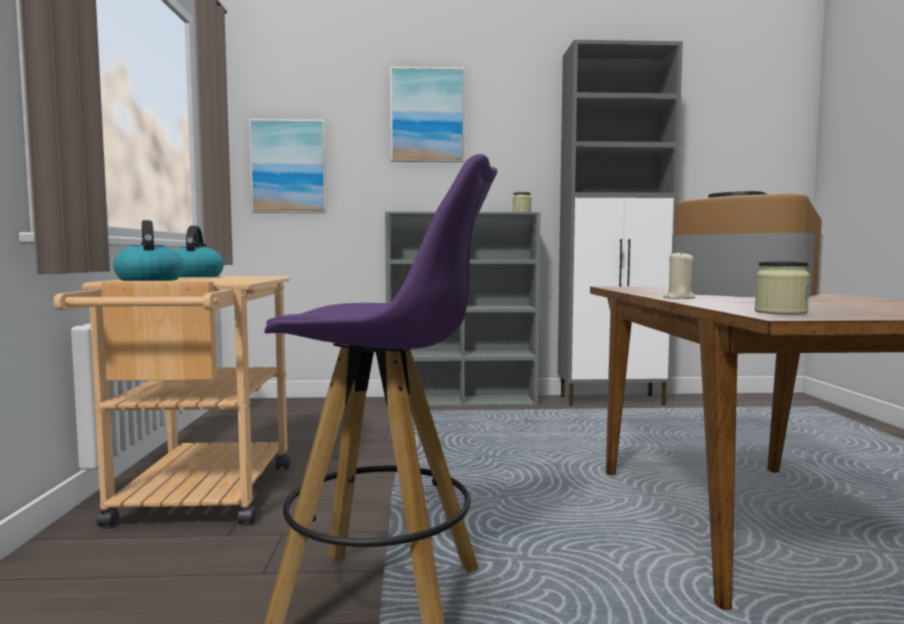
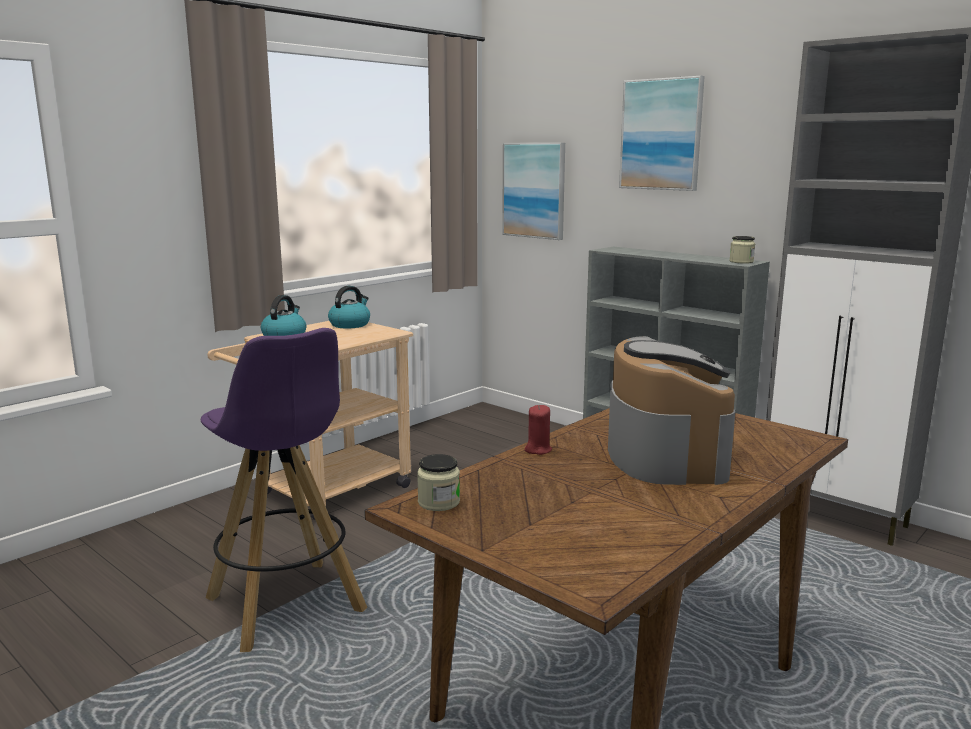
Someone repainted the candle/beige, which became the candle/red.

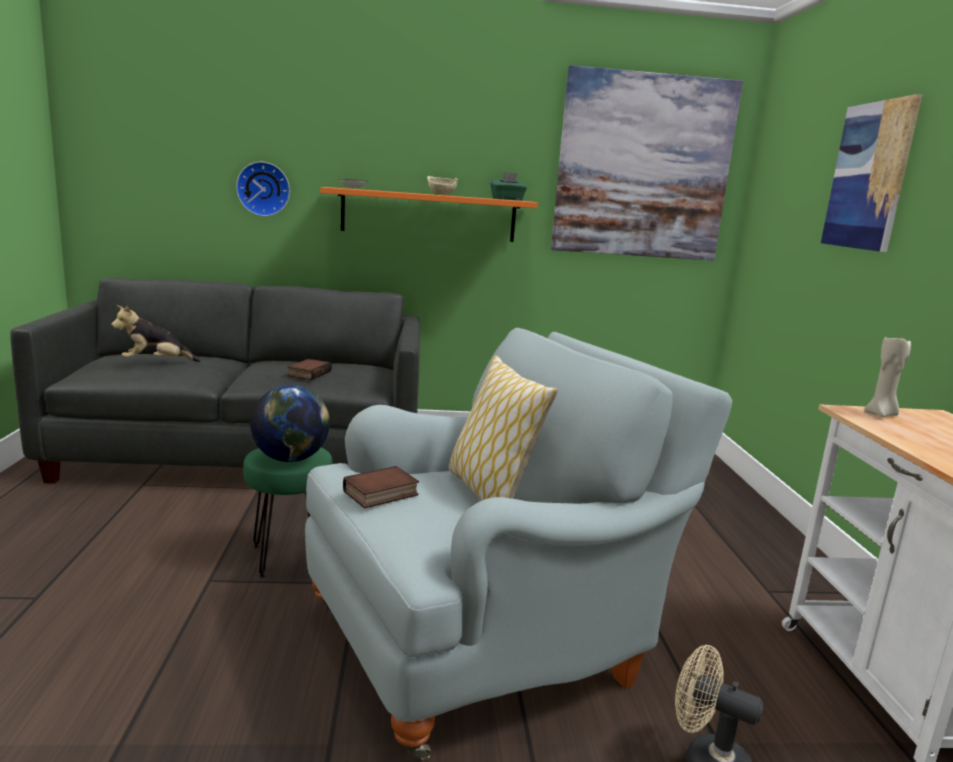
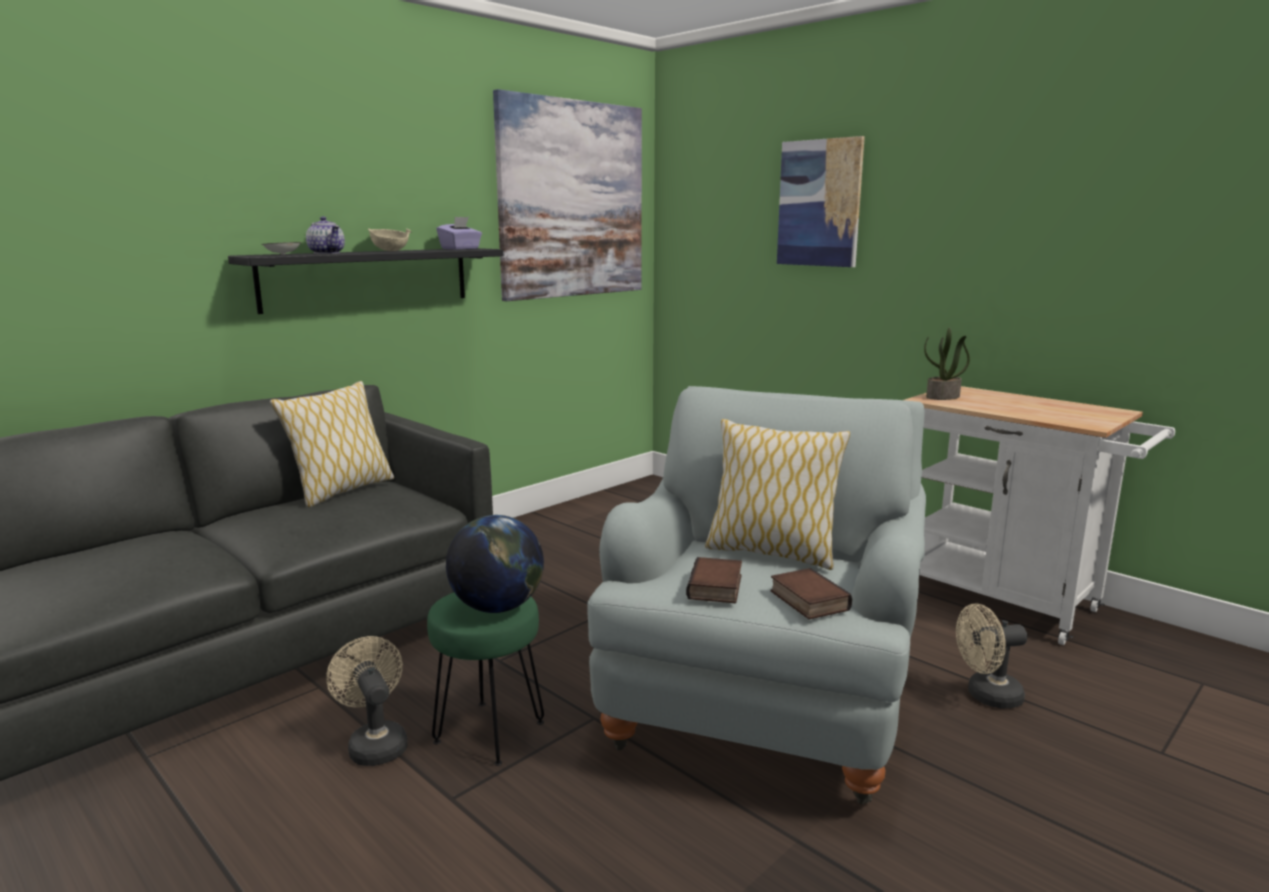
Someone took away the wall clock.
Someone repainted the tissue box/green, which became the tissue box/purple.
Someone repainted the shelf/orange, which became the shelf/black.
Someone took away the plush toy.
Someone swapped the candle/beige for the potted plant.
Someone carried the book (1st from left in the first image).
Someone put down the teapot.
Someone put down the pillow (1st from left).
Someone put down the fan/beige (1st from left).

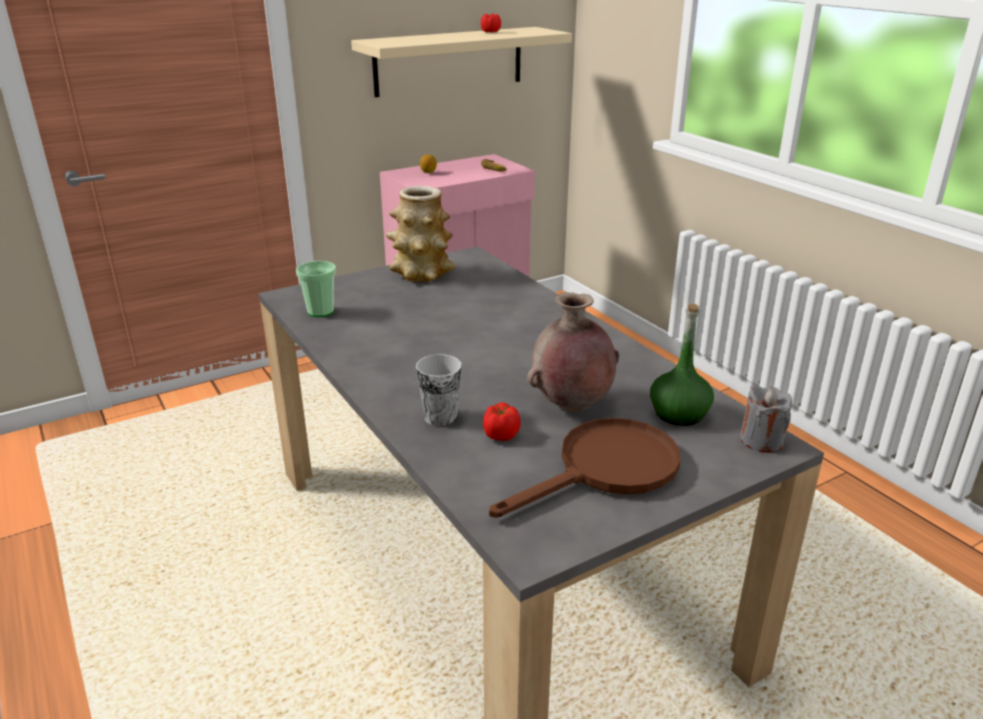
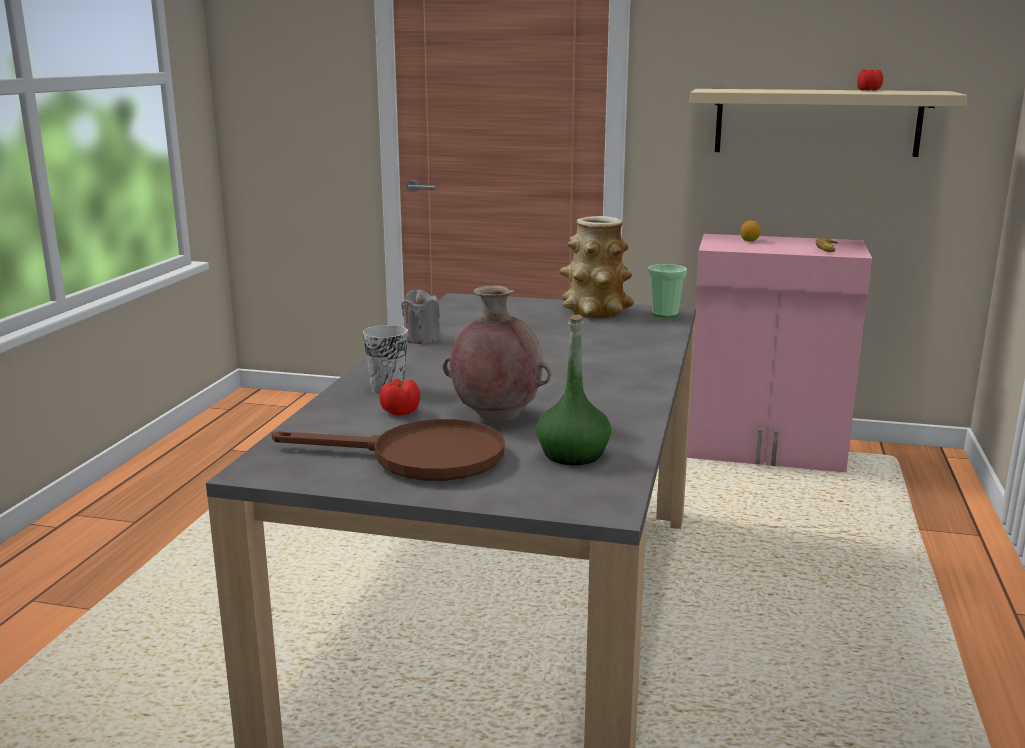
Someone carried the cup (1st from left in the first image).
Someone carried the candle/grey.

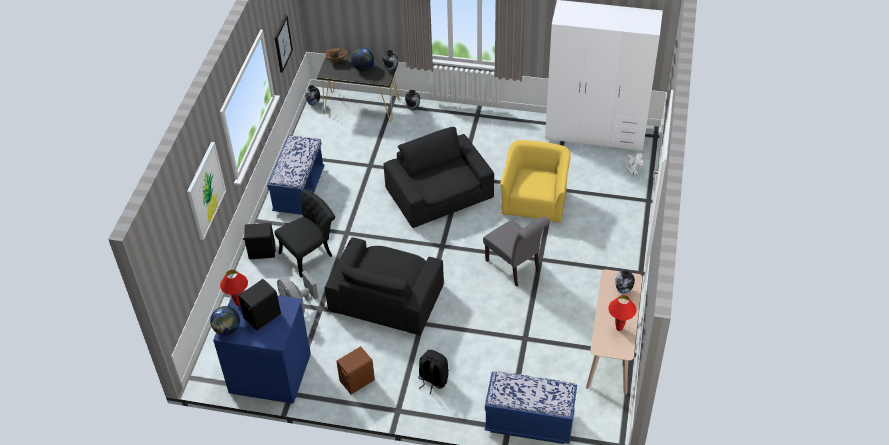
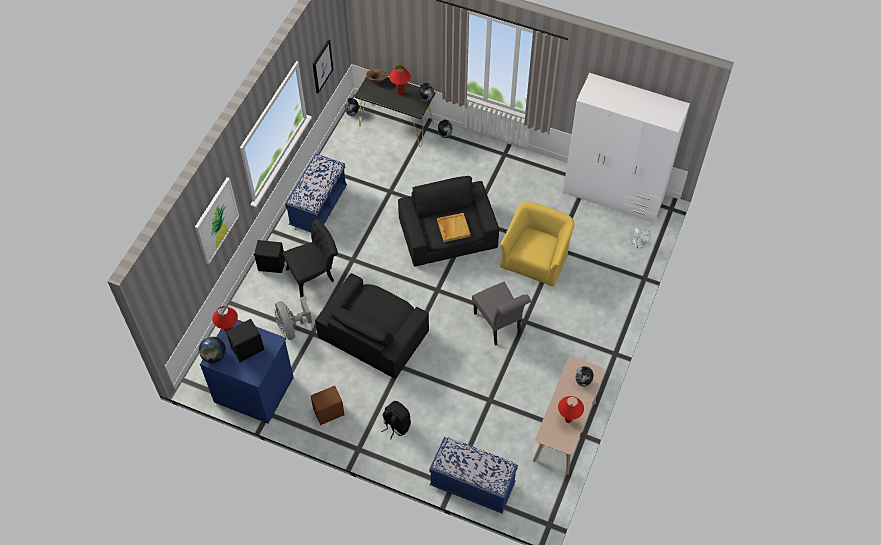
Someone swapped the globe (2nd from left) for the table lamp/red (2nd from left).
Someone put down the tray/beige.

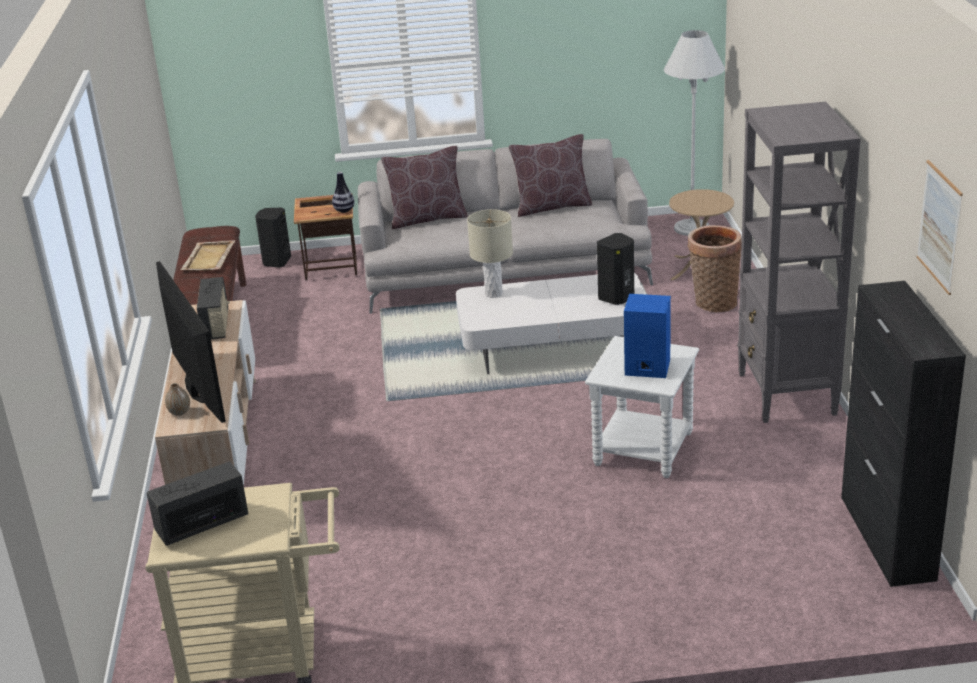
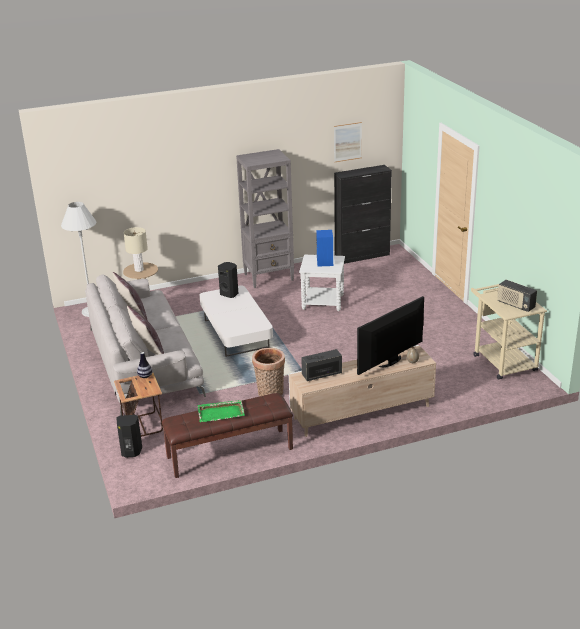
Someone carried the table lamp/beige.
Someone carried the basket.
Someone repainted the tray/beige, which became the tray/green.

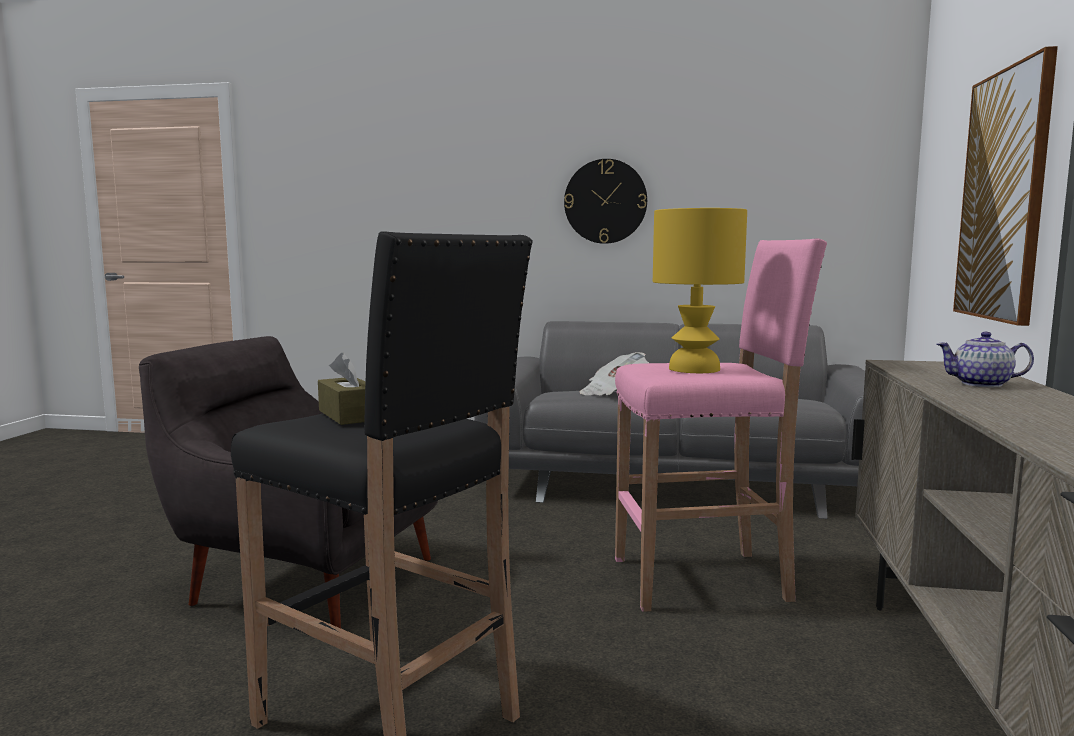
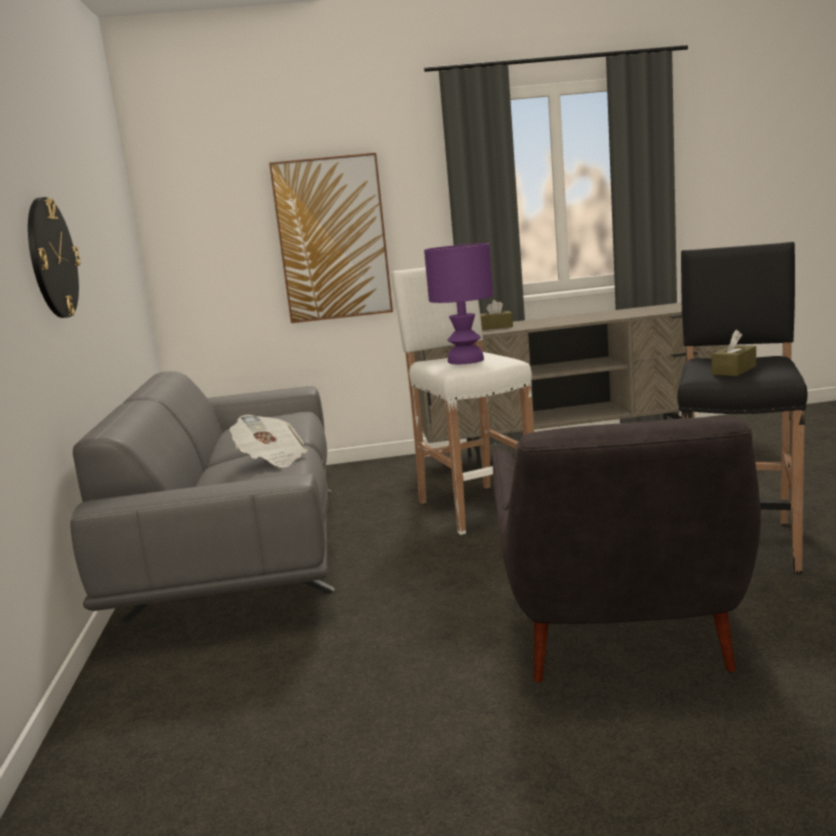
Someone repainted the table lamp/yellow, which became the table lamp/purple.
Someone repainted the stool/pink, which became the stool/white.
Someone swapped the teapot for the tissue box/brown (1st from left).

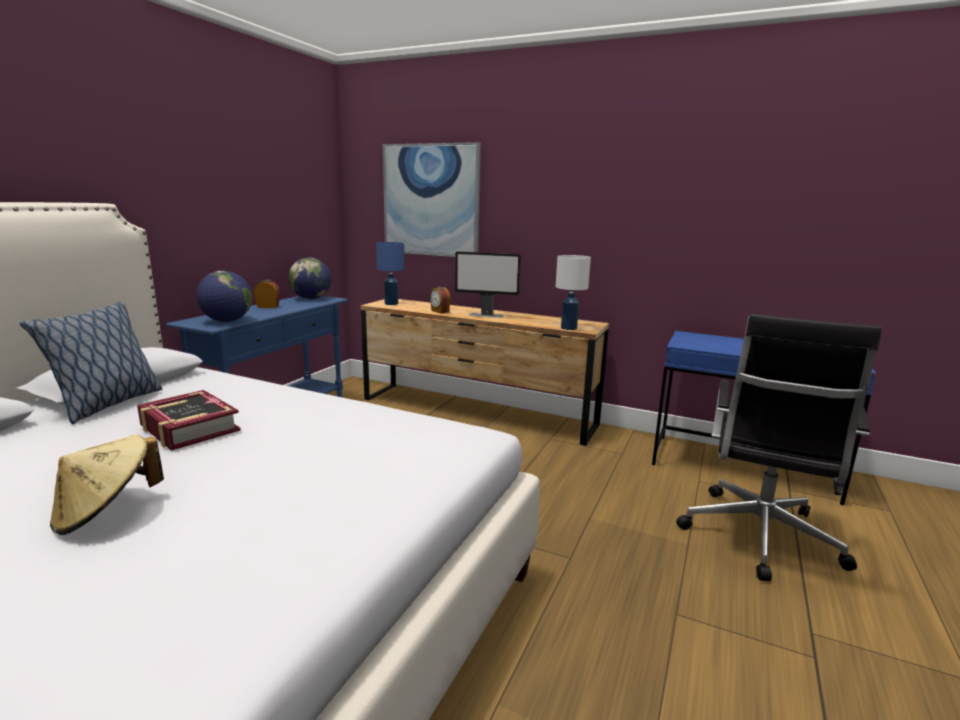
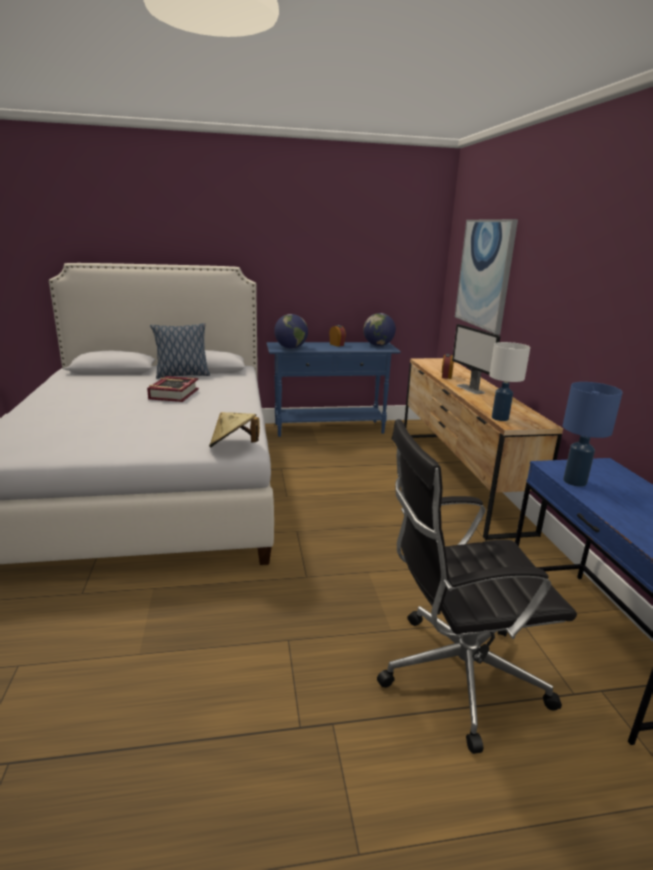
Someone carried the table lamp/blue.
Someone carried the hat/beige.

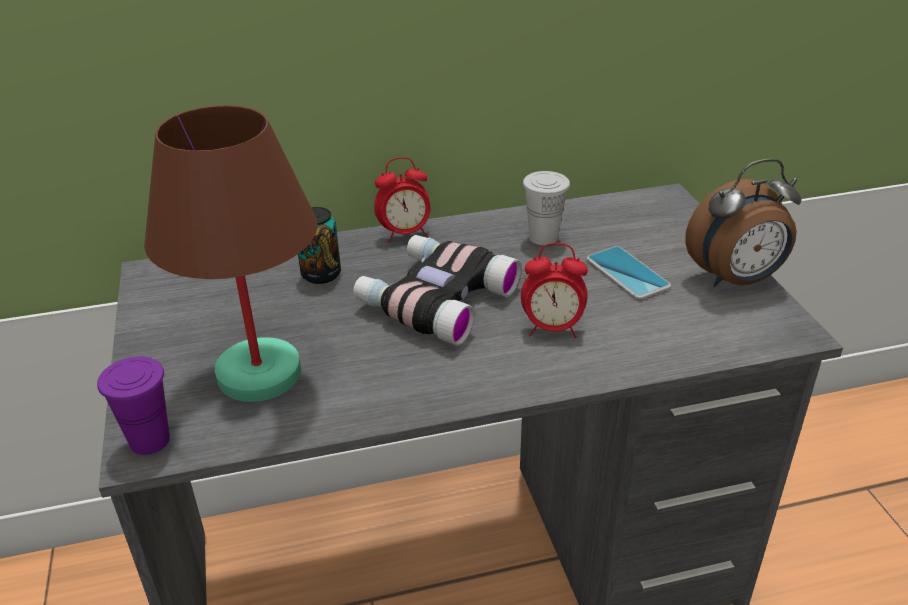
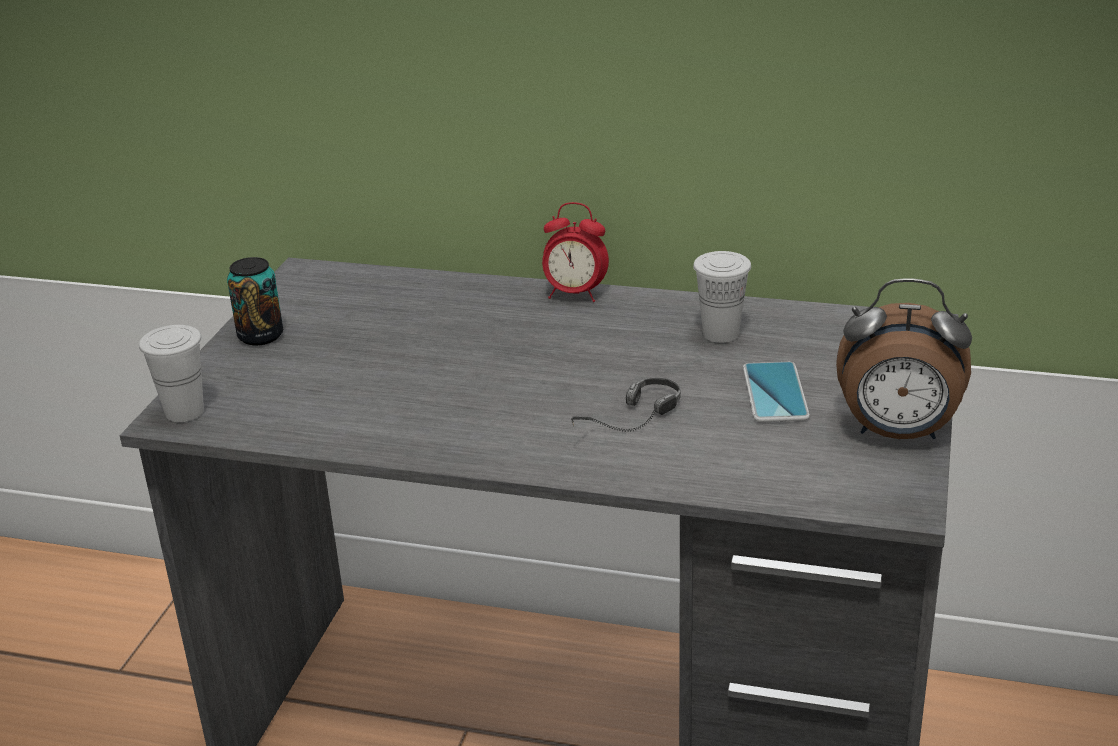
Someone took away the table lamp/brown.
Someone carried the can.
Someone took away the binoculars.
Someone swapped the alarm clock (2nd from left) for the headphones.
Someone repainted the cup/purple, which became the cup/white (1st from left).

